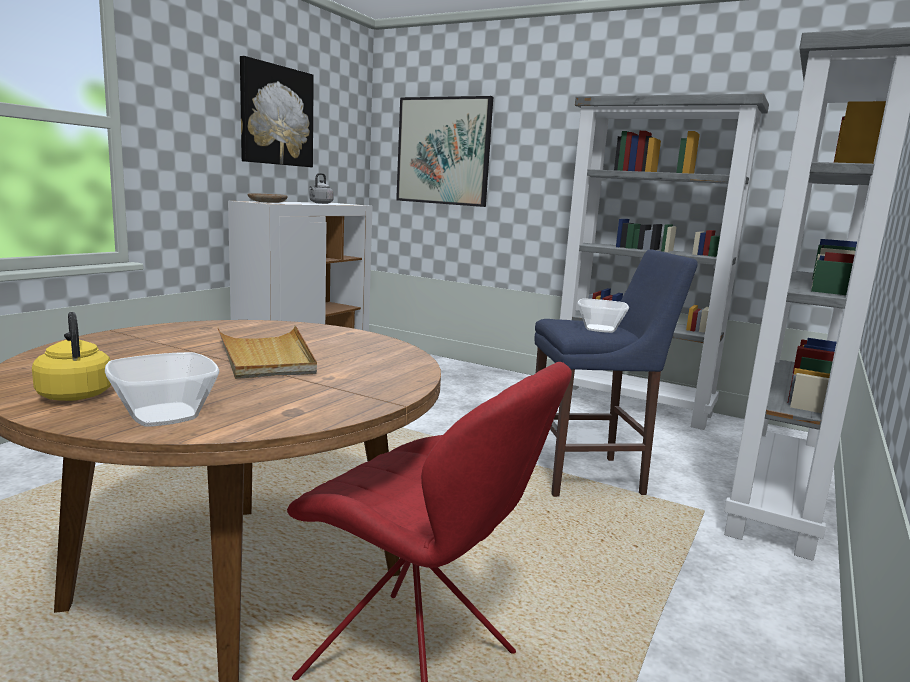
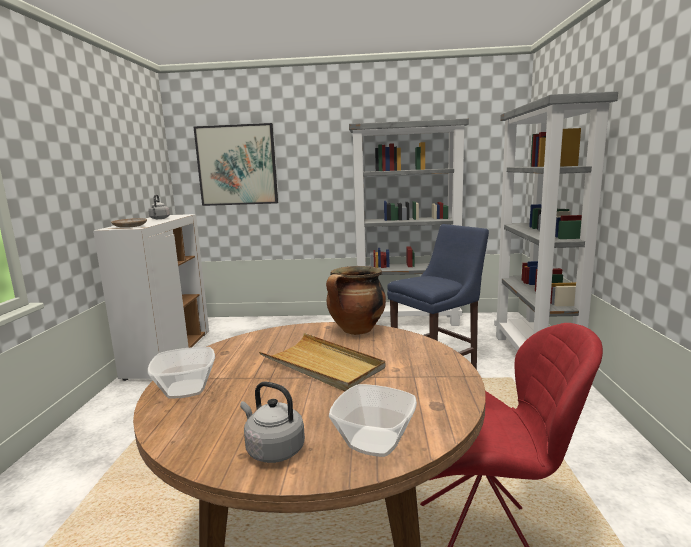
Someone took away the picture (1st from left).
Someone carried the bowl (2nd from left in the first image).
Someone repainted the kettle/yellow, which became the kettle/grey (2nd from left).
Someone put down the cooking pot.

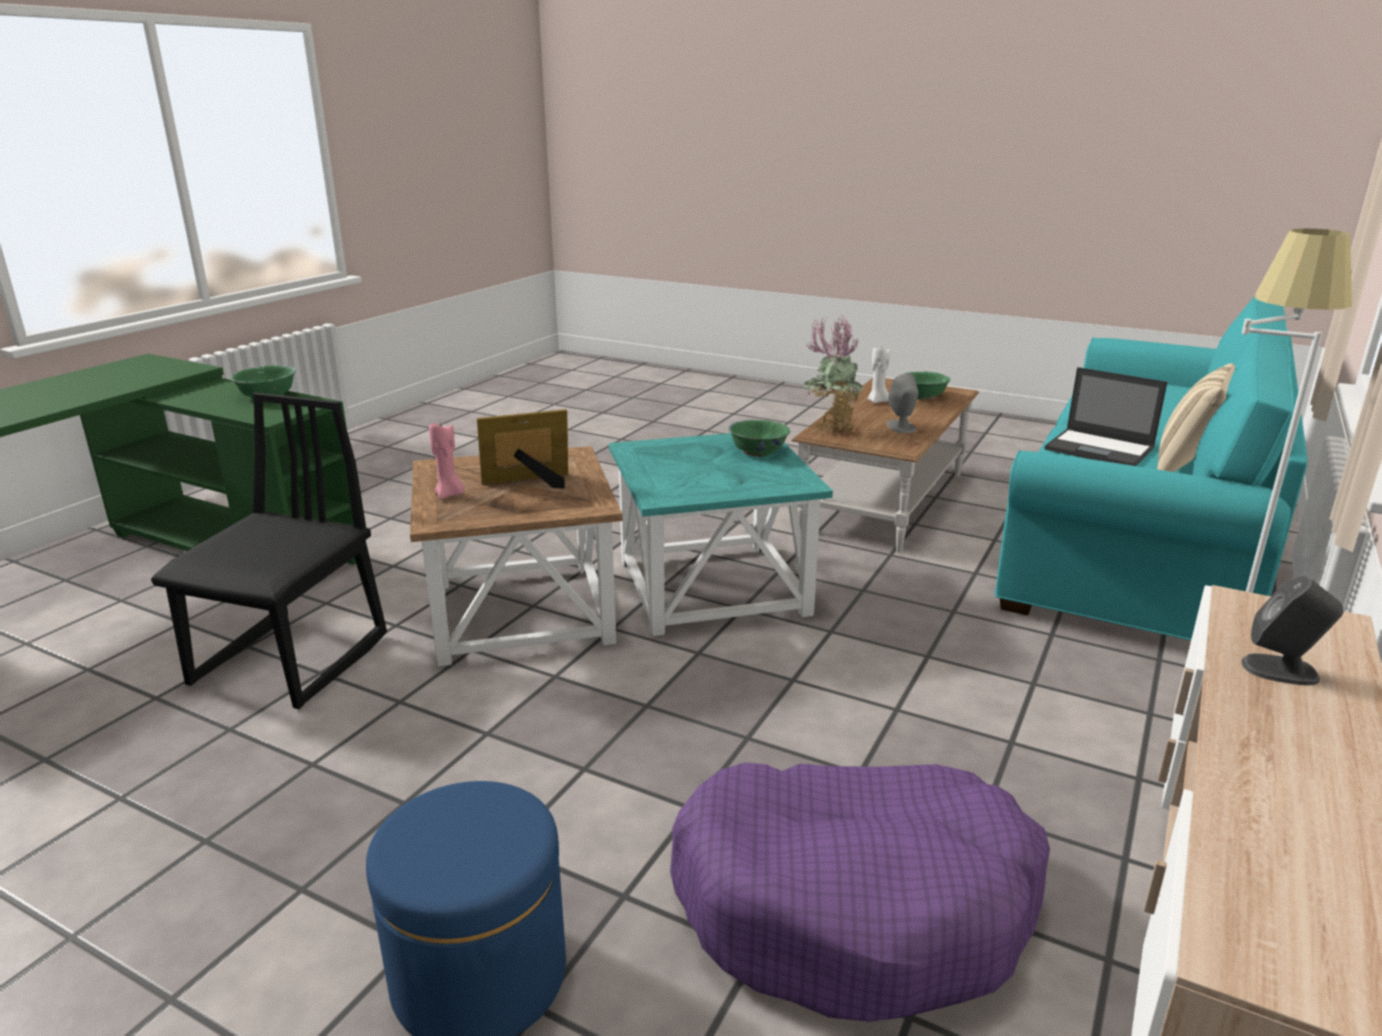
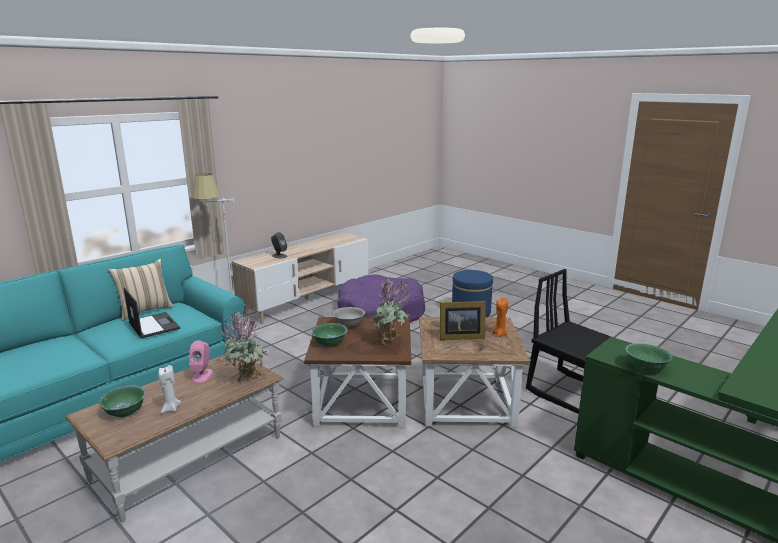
Someone repainted the speaker/grey (1st from left), which became the speaker/pink.
Someone rotated the chair/black by 105 degrees clockwise.
Someone repainted the candle/pink, which became the candle/orange.
Someone repainted the side table/turquoise, which became the side table/brown (1st from left).
Someone put down the potted plant (2nd from left).
Someone put down the bowl/white.

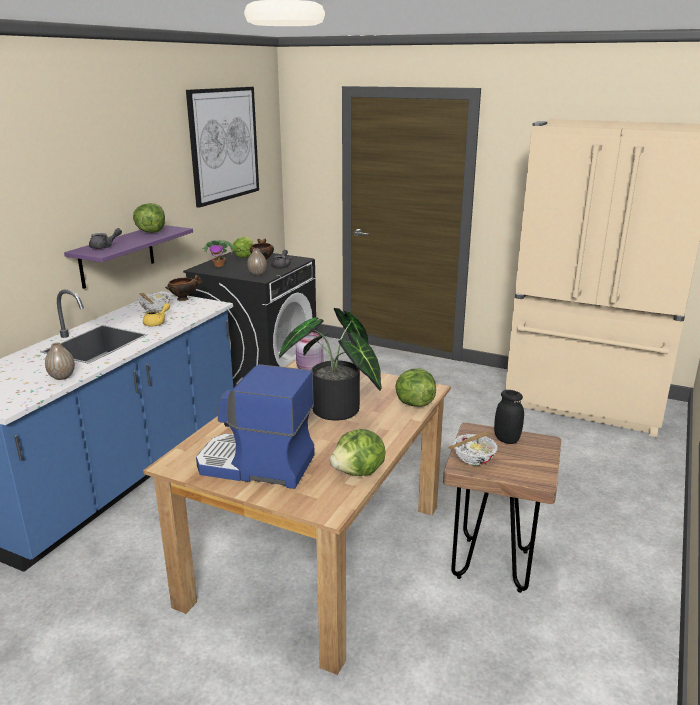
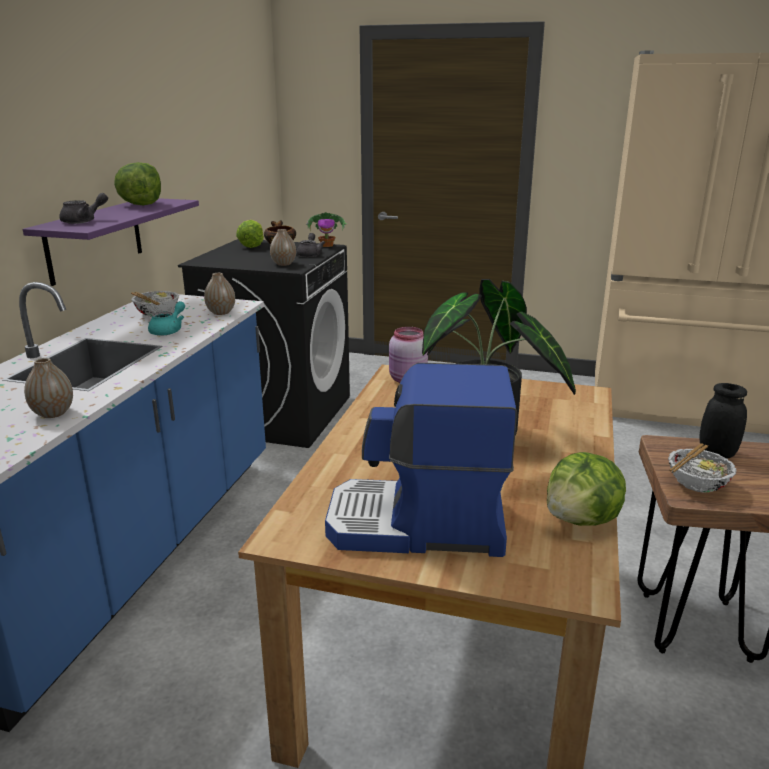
Someone took away the picture.
Someone carried the potted plant (1st from left).
Someone took away the bowl (2nd from left).
Someone repainted the teapot/yellow, which became the teapot/turquoise.
Someone took away the lettuce (4th from left).
Someone put down the vase (2nd from left).

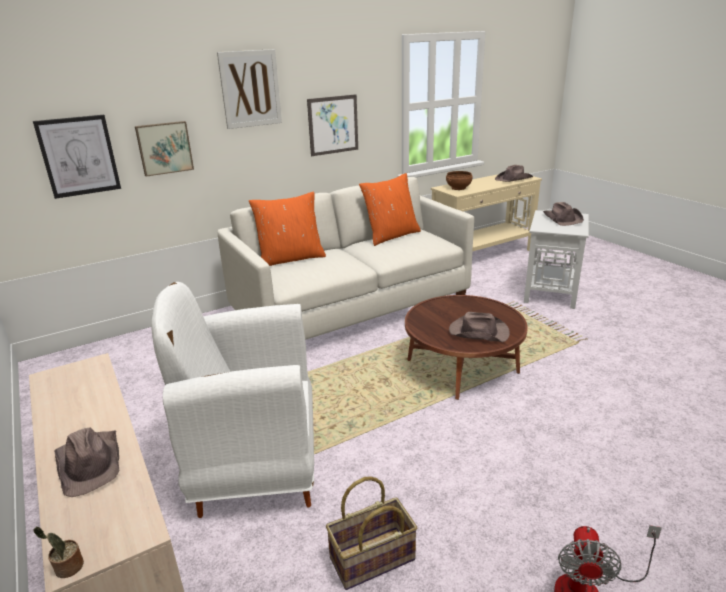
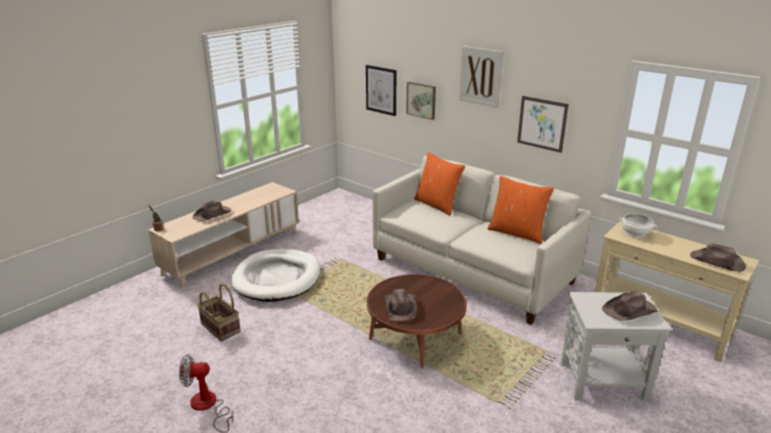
Someone repainted the bowl/brown, which became the bowl/white.
Someone swapped the armchair/white for the dog bed/white.

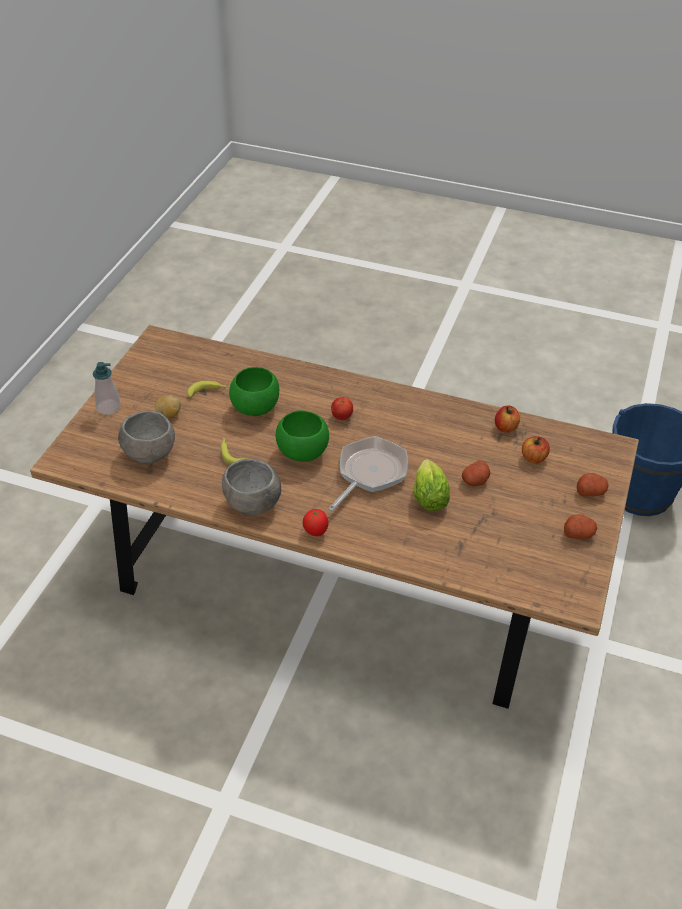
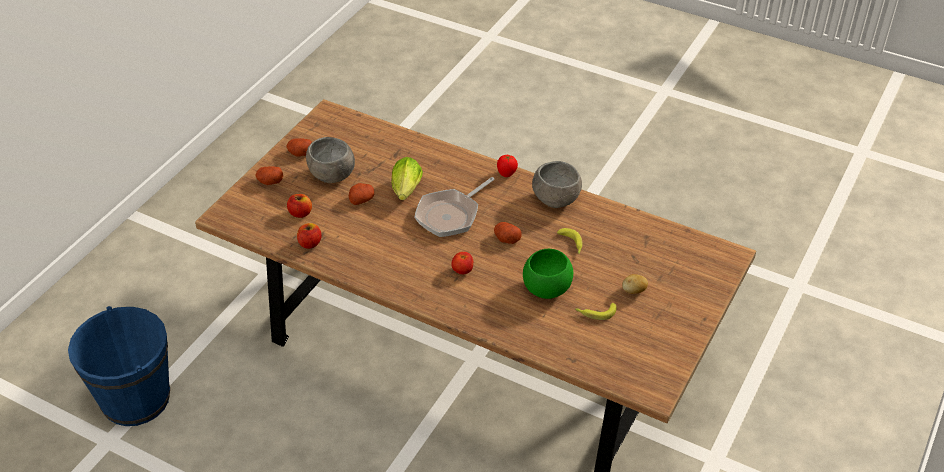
Someone took away the soap dispenser.
Someone swapped the bowl/green (2nd from left) for the potato (4th from left).
Someone carried the bowl/grey (1st from left).

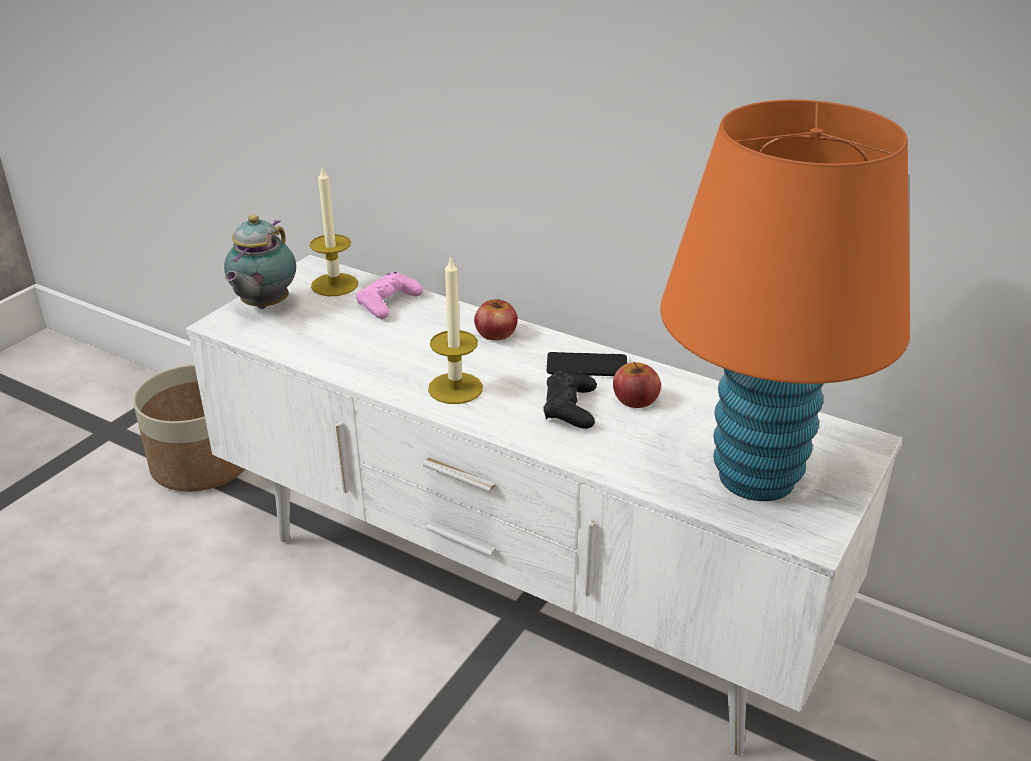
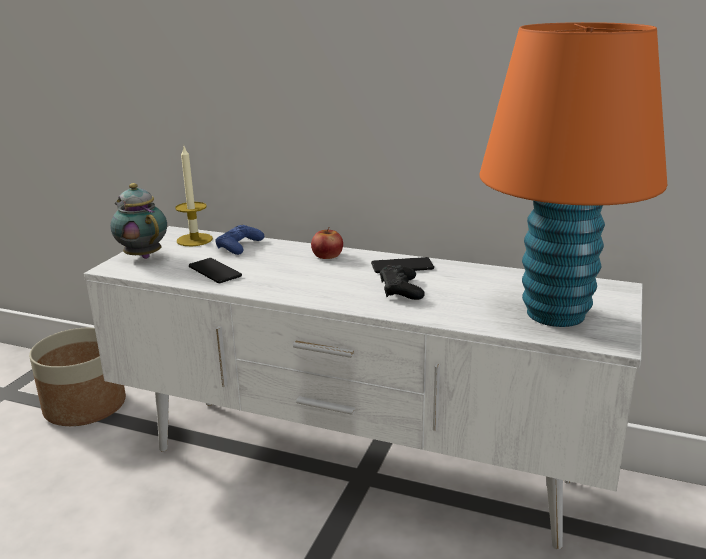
Someone rotated the teapot by 135 degrees clockwise.
Someone took away the candle (2nd from left).
Someone repainted the game controller/pink, which became the game controller/blue.
Someone took away the apple (2nd from left).
Someone put down the phone (1st from left).

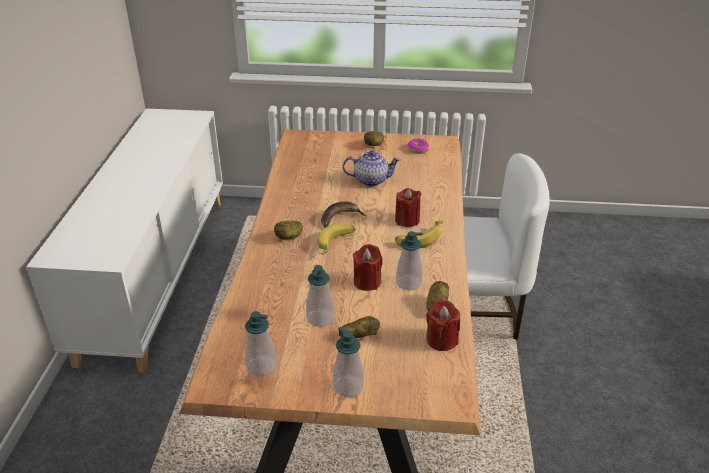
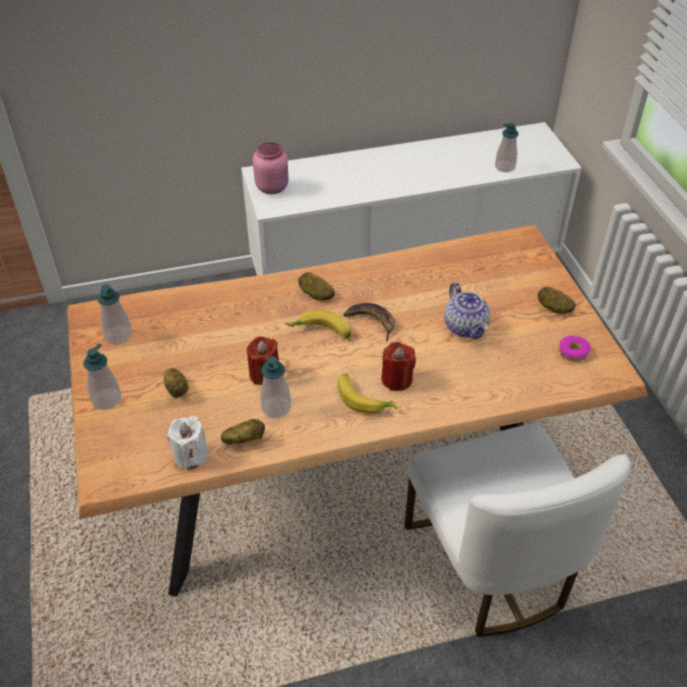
Someone carried the soap dispenser (2nd from left in the first image).
Someone repainted the candle/red (3rd from left), which became the candle/white.
Someone put down the jar/pink.

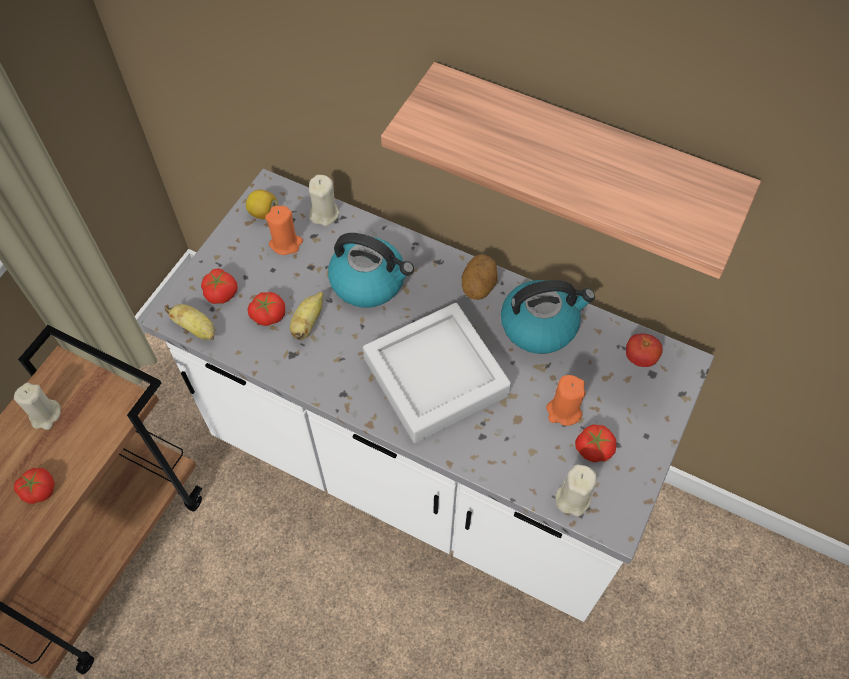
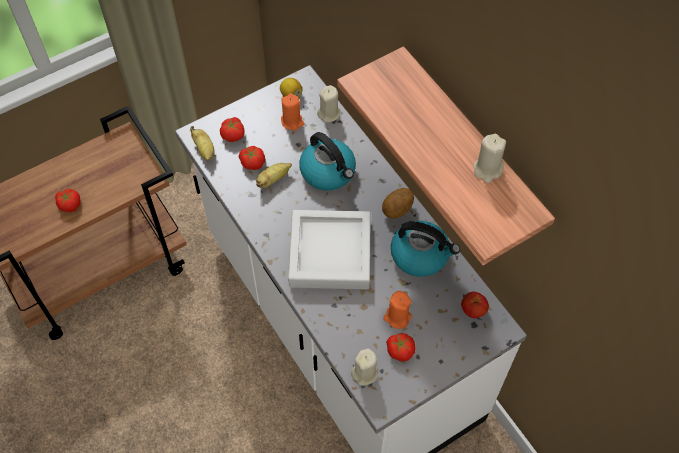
Someone carried the candle/beige (1st from left in the first image).

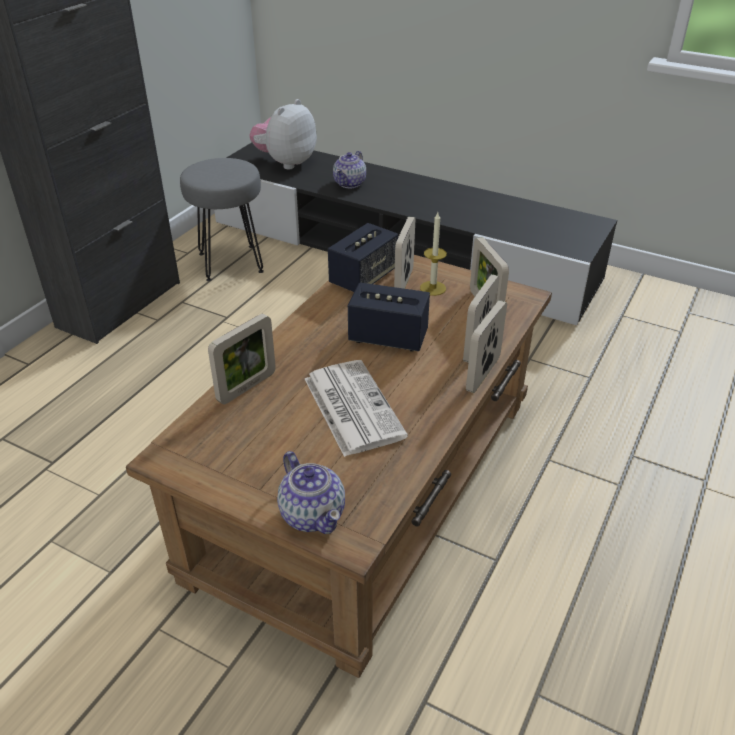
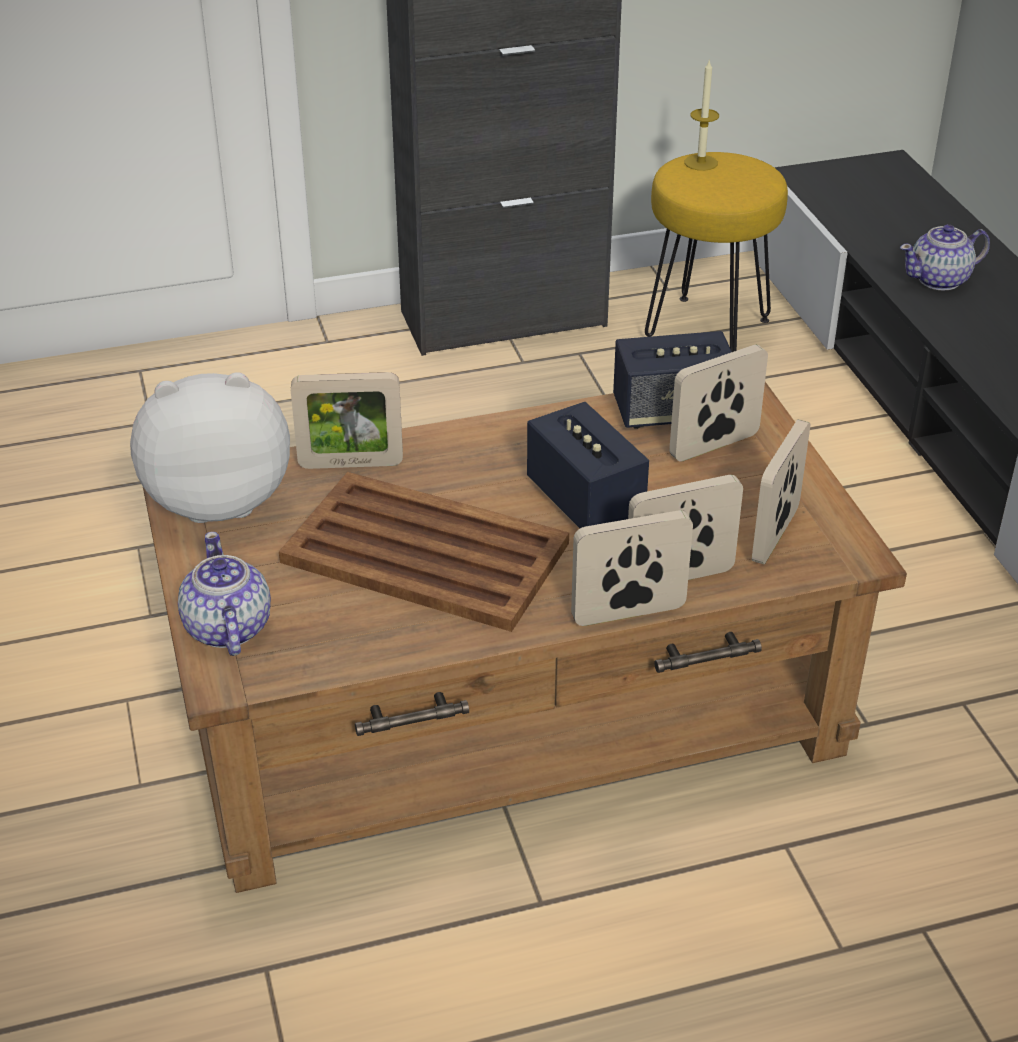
Someone carried the plush toy.
Someone repainted the stool/grey, which became the stool/yellow.
Someone carried the candle.
Someone swapped the newspaper for the tray/brown.
Someone rotated the teapot (1st from left) by 150 degrees clockwise.

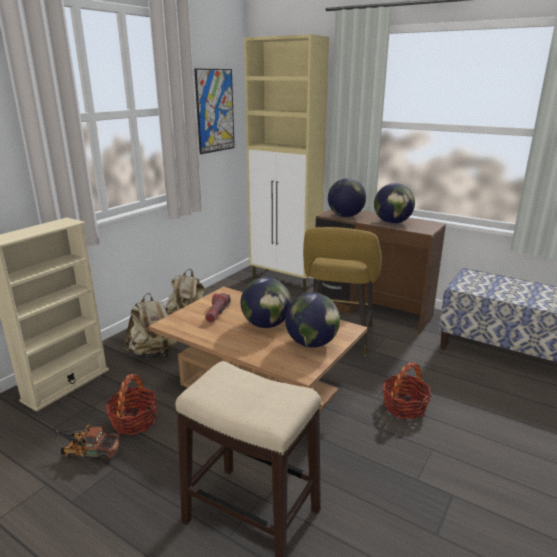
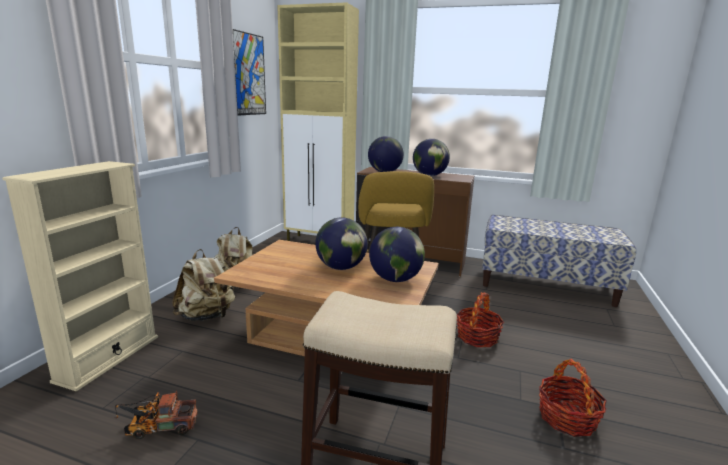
Someone took away the flashlight.
Someone carried the basket (1st from left in the first image).

